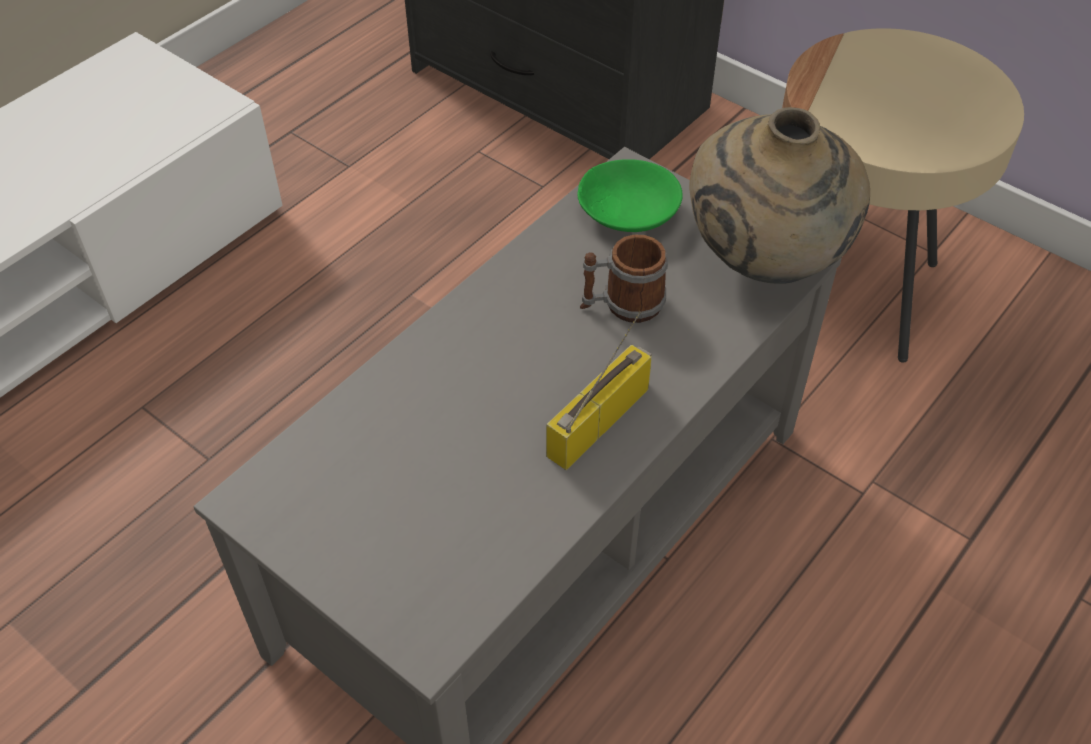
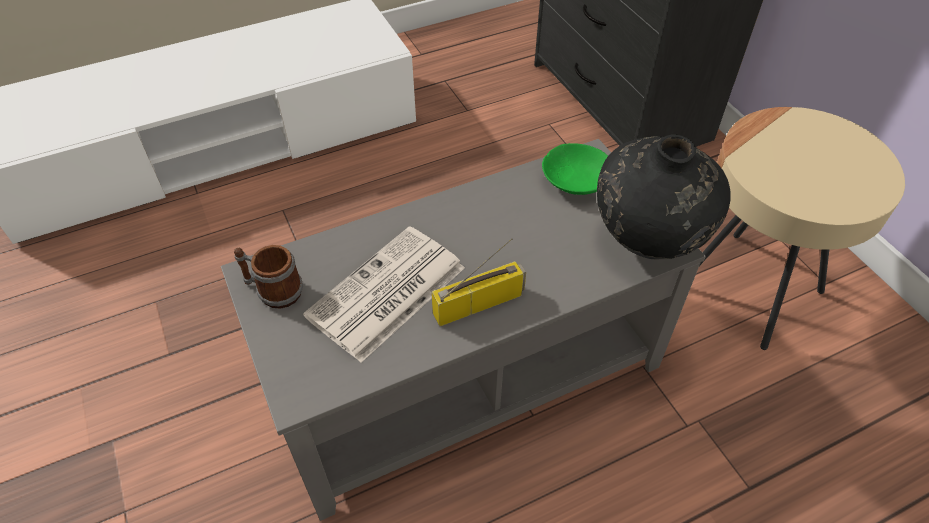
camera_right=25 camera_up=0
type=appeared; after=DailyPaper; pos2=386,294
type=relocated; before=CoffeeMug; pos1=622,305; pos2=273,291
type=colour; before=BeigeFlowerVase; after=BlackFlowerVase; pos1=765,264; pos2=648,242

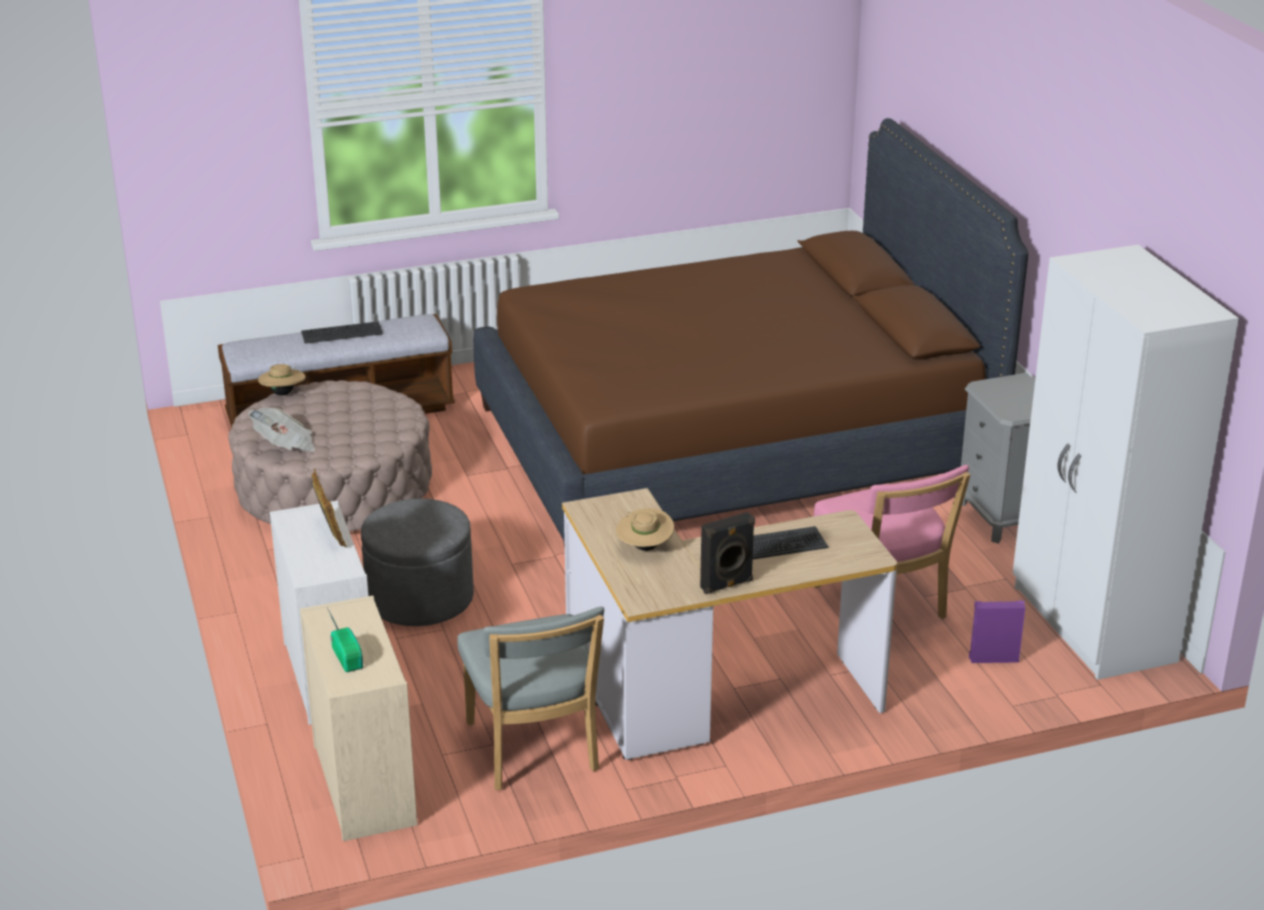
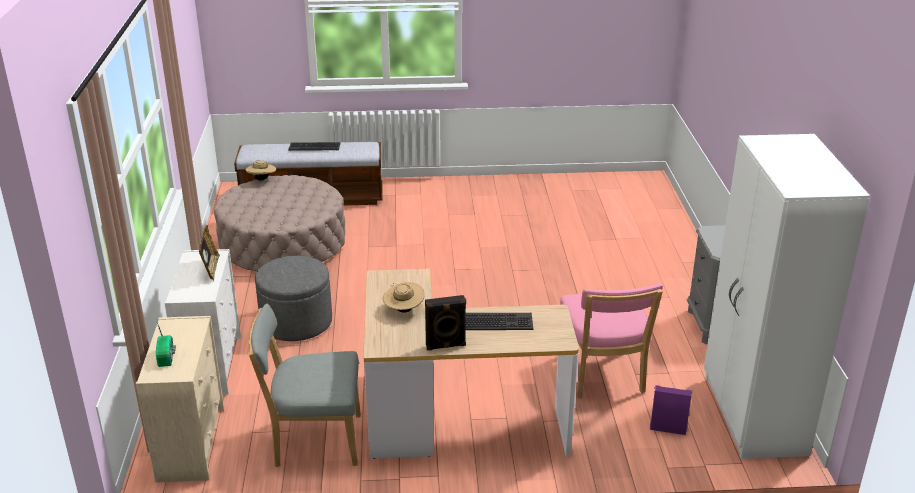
camera_right=15 camera_up=0
type=missing; before=DailyPaper; pos1=285,445
type=missing; before=BrownColouredBedroomBed; pos1=733,444
type=spun; before=GrayPlainChair; pos1=534,751; pos2=313,441; turn=90

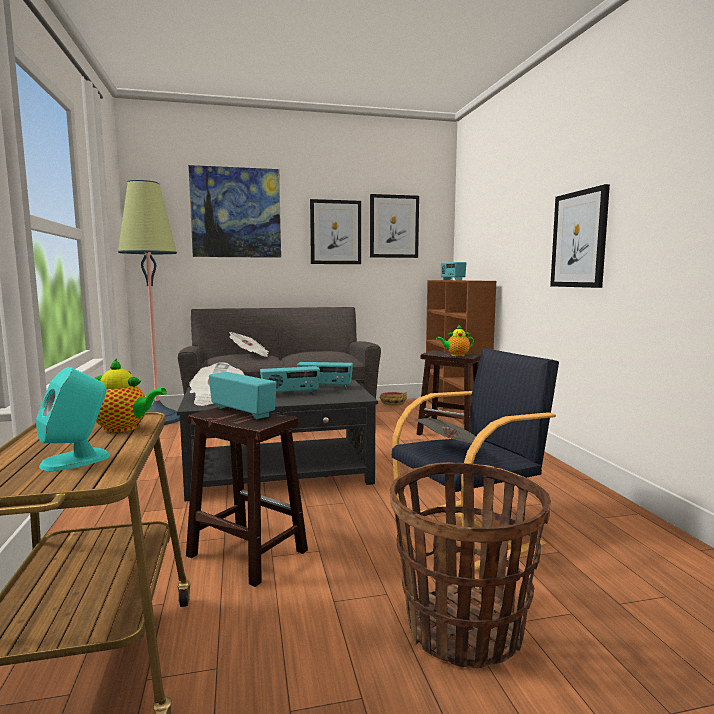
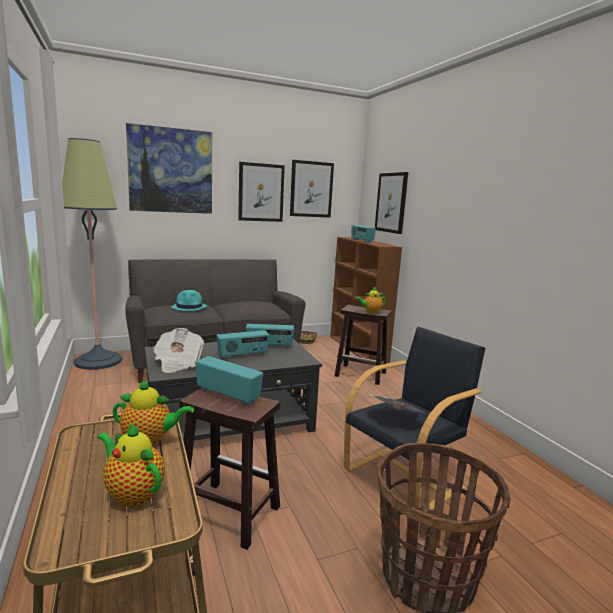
camera_right=-10 camera_up=5
type=relocated; before=Picture; pos1=579,239; pos2=391,202
type=exchanged; before=TurquoiseAudioSpeaker; after=Teapot; pos1=76,460; pos2=133,493
type=exchanged; before=DailyPaper; after=TurquoiseWearableHat; pos1=250,355; pos2=189,307

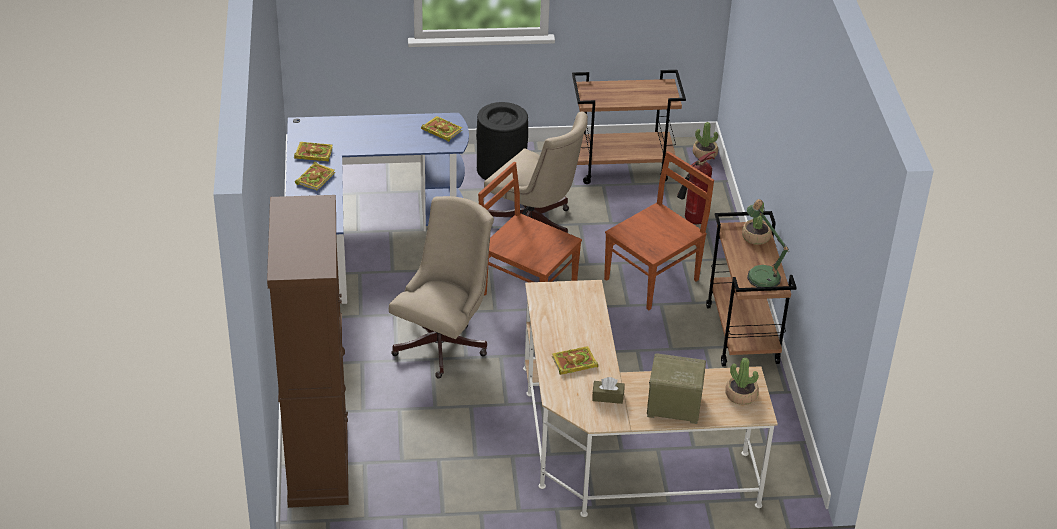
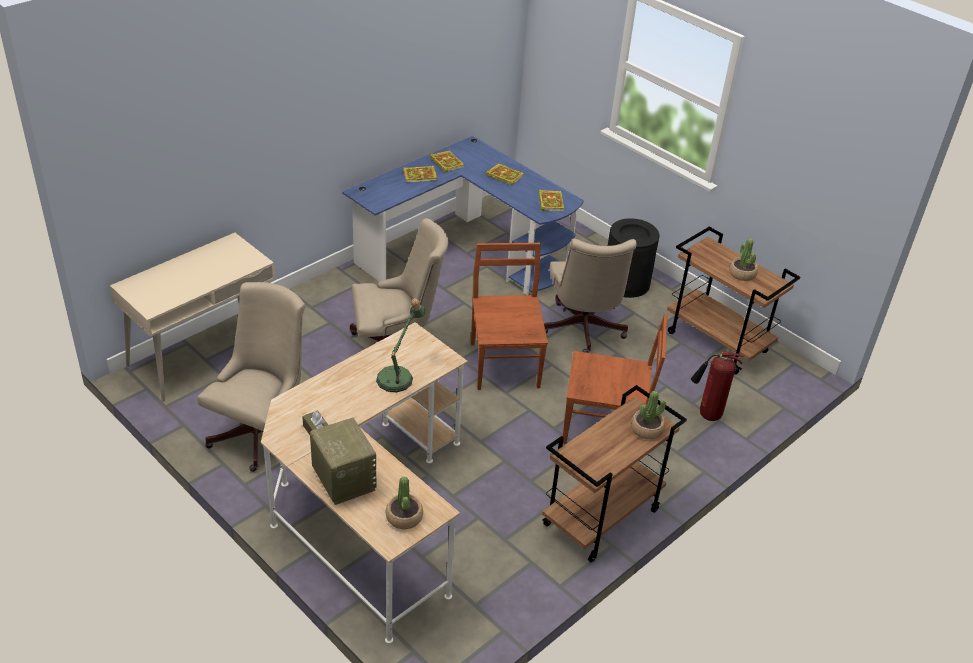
camera_right=50 camera_up=0
type=appeared; after=BeigeDeskChair; pos2=262,431
type=relocated; before=BoundBook; pos1=573,363; pos2=503,176
type=relocated; before=Houseplant; pos1=704,154; pos2=742,274
type=relocated; before=TabletopLamp; pos1=761,274; pos2=398,376
type=exchanged; before=BrownColouredStorageCabinet; after=BeigeDeskUnit; pos1=318,461; pos2=204,354

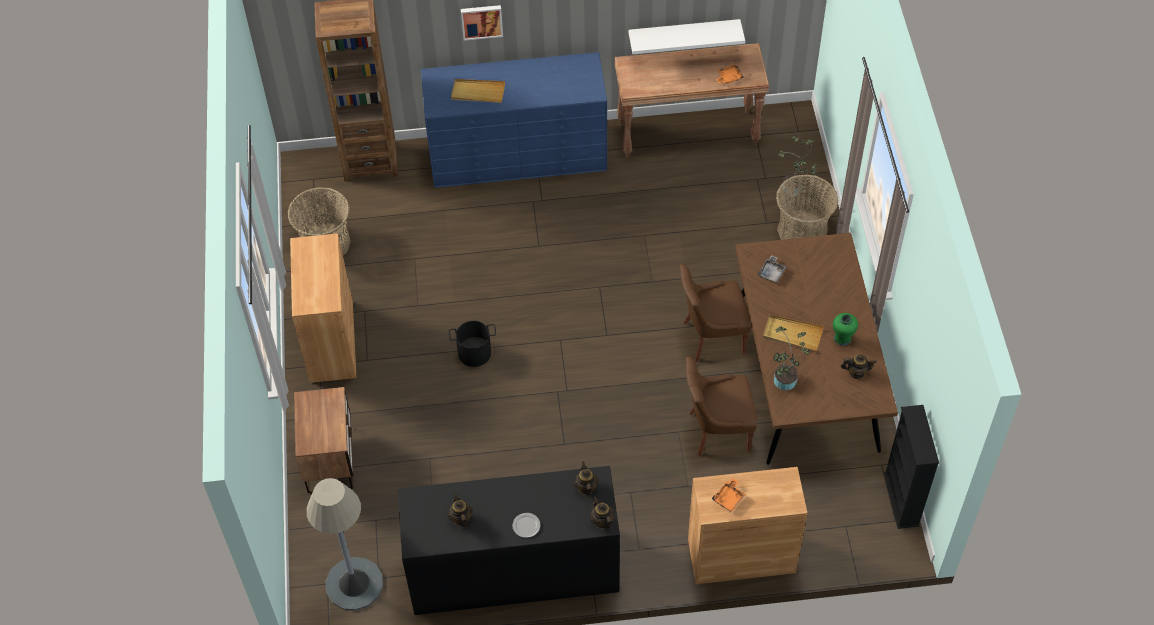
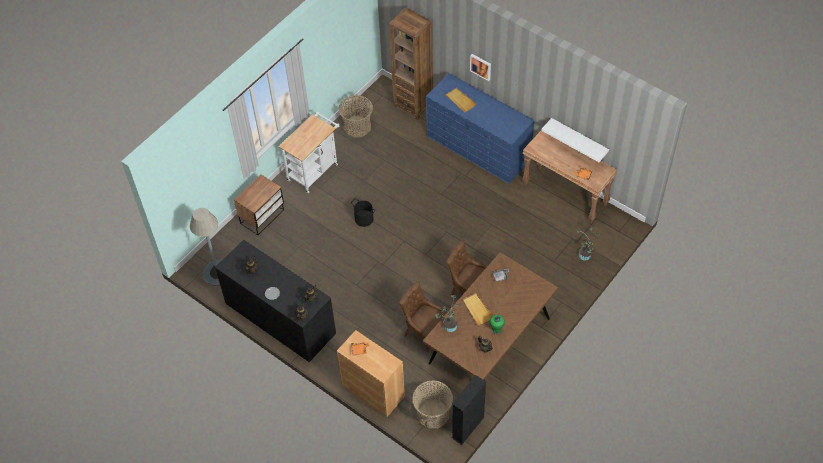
camera_right=45 camera_up=0
type=relocated; before=HouseholdBasket; pos1=802,230; pos2=433,414
type=exchanged; before=BrownColouredStorageCabinet; after=WhitishWheeledCart; pos1=331,342; pos2=314,170

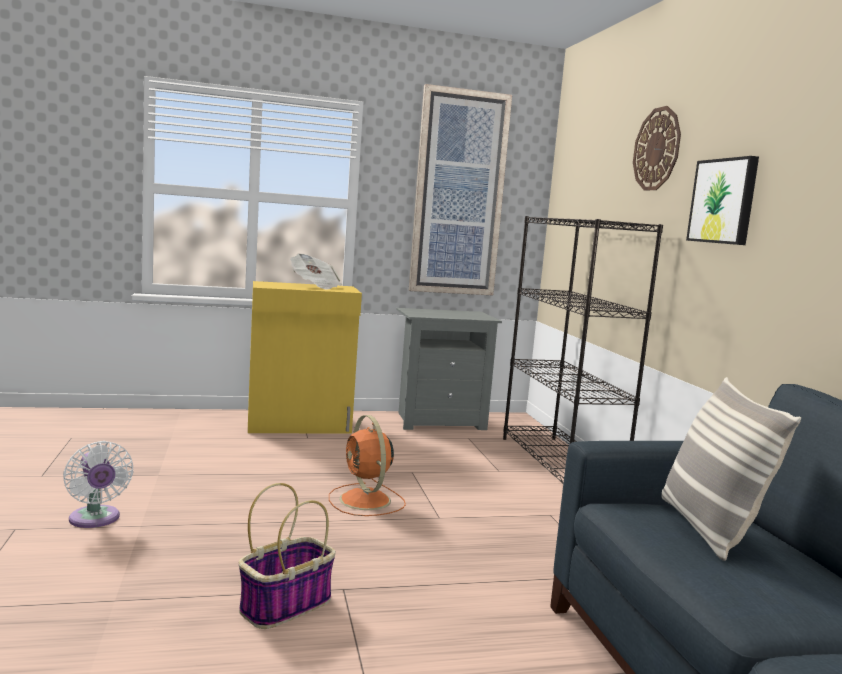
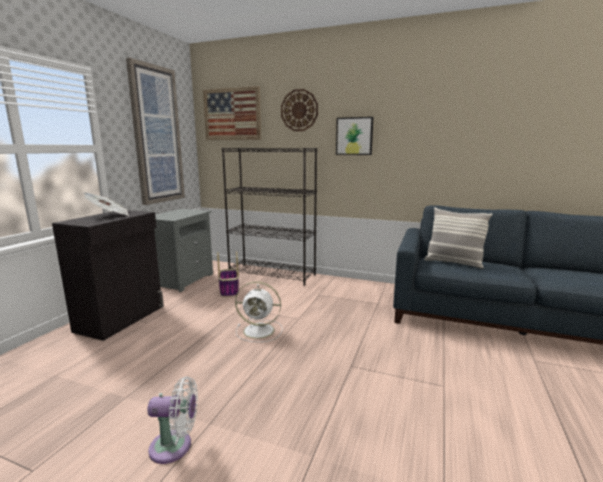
camera_right=-55 camera_up=5
type=appeared; after=Picture; pos2=232,114
type=relocated; before=HouseholdBasket; pos1=286,605; pos2=229,290
type=colour; before=YellowColouredStorageCabinet; after=BlackStorageCabinet; pos1=300,425; pos2=122,318
type=colour; before=OrangeFan; after=WhitishFan; pos1=366,501; pos2=260,331

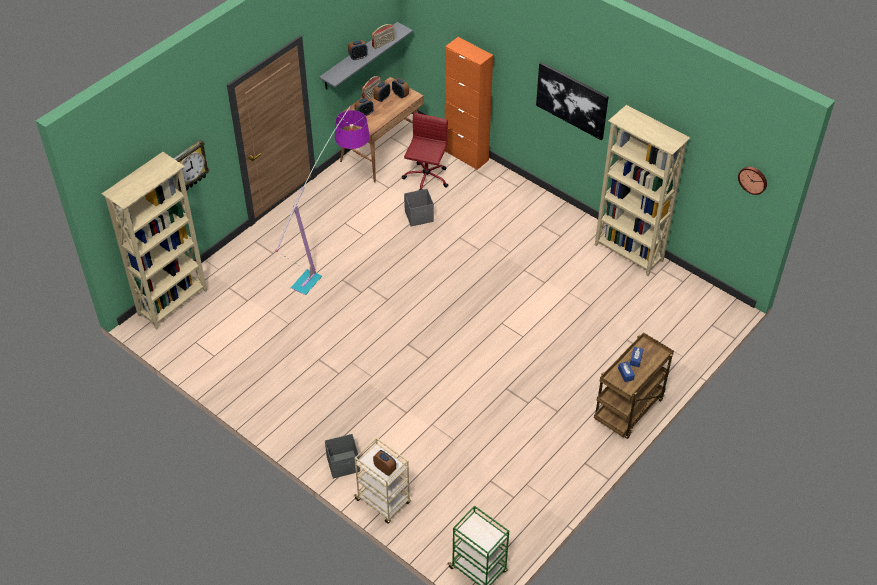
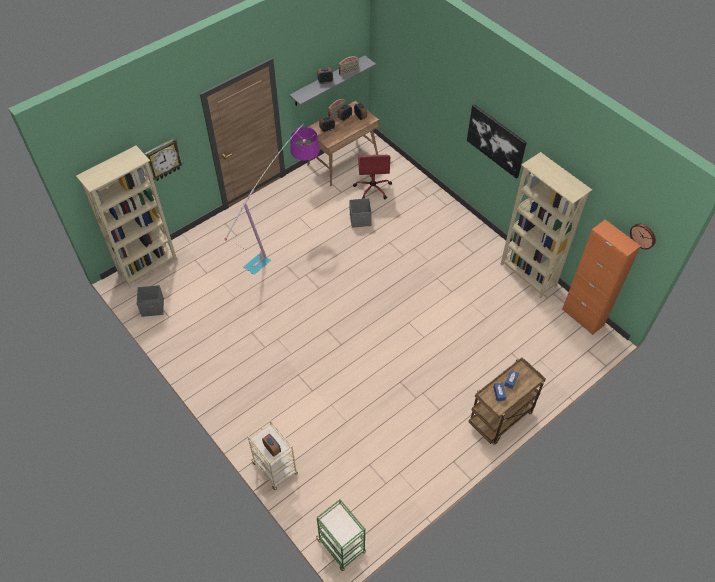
camera_right=10 camera_up=5
type=relocated; before=GrayStorageBox; pos1=344,464; pos2=153,307
type=relocated; before=OrangeStorageCabinet; pos1=466,155; pos2=582,317
type=spun; before=RedColouredDeskChair; pos1=426,178; pos2=373,188; turn=150

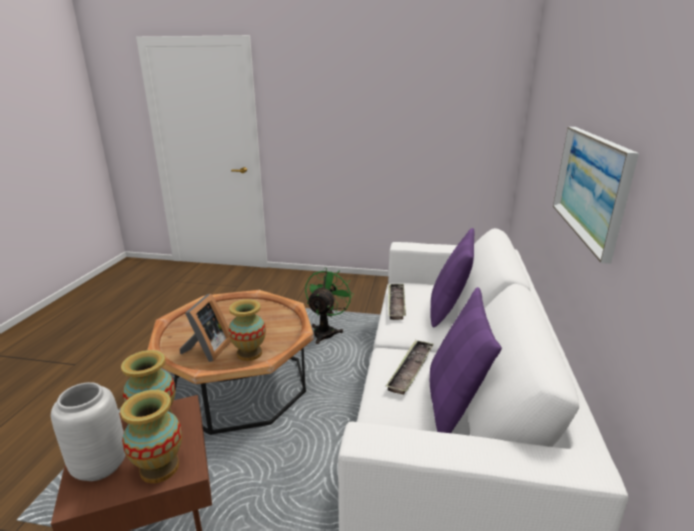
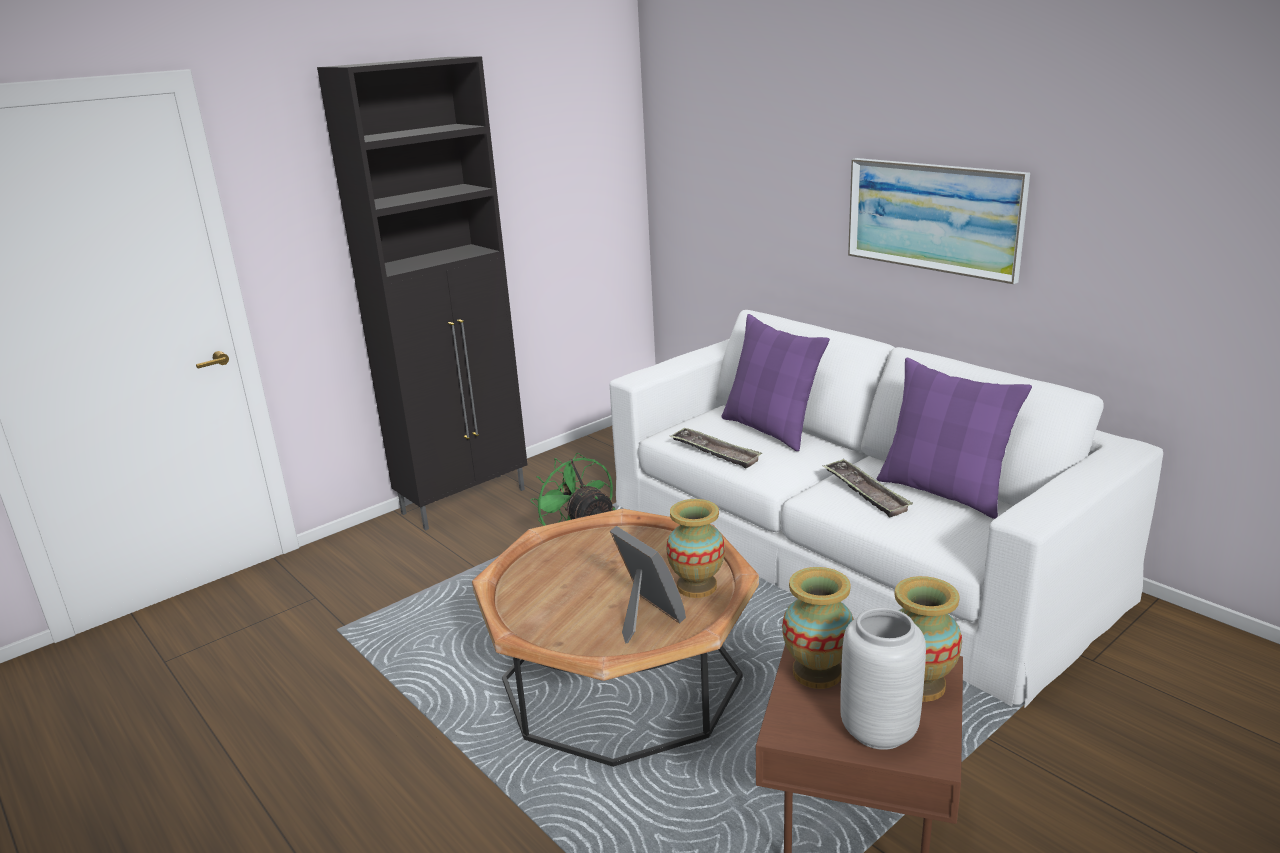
camera_right=-50 camera_up=0
type=appeared; after=BlackStorageCabinet; pos2=466,501

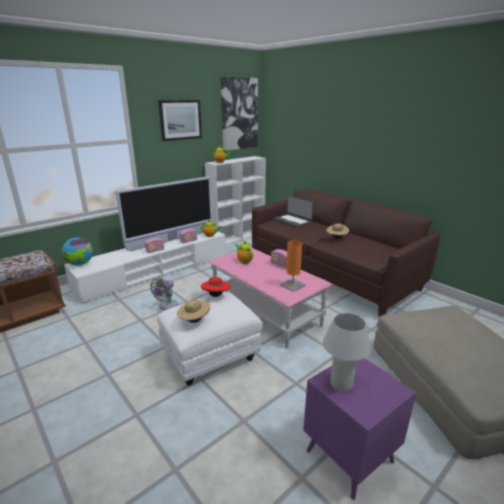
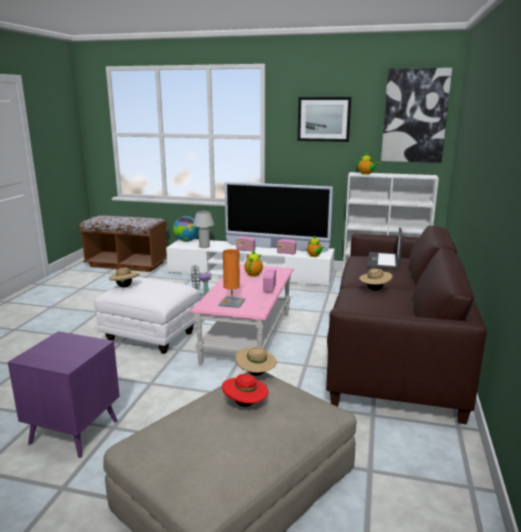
camera_right=55 camera_up=-5
type=appeared; after=BeigeWearableHat; pos2=256,374
type=relocated; before=RedColouredWearableHat; pos1=216,295; pos2=245,404
type=relocated; before=WhitishTabletopLamp; pos1=341,384; pos2=204,246

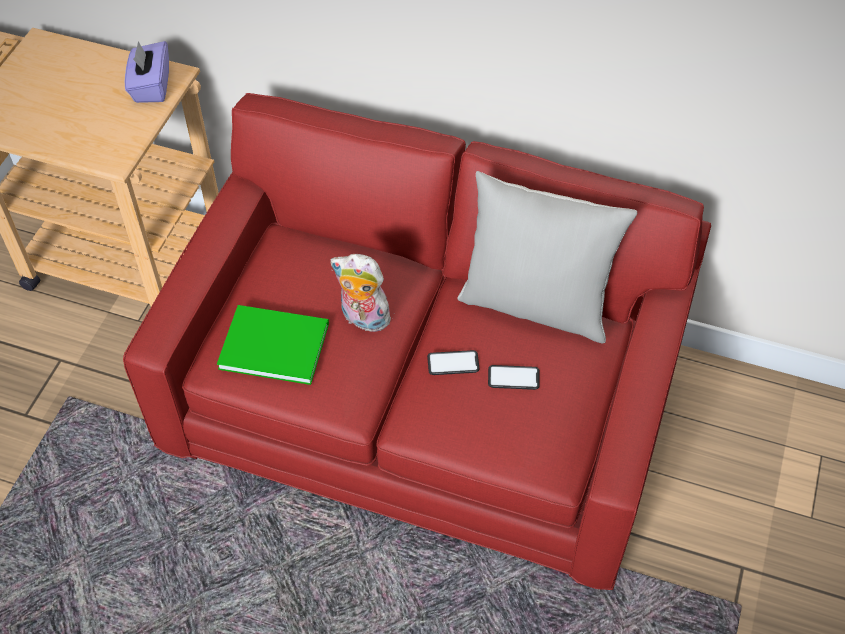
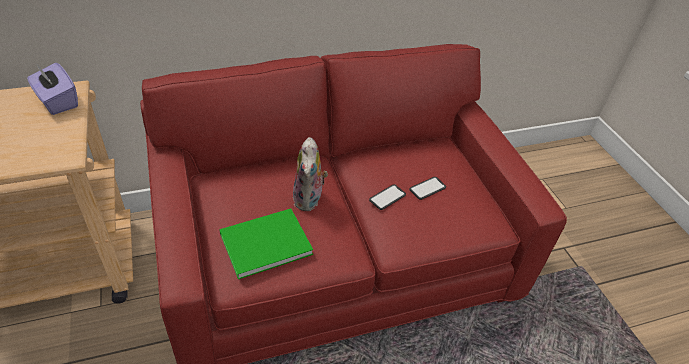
camera_right=-40 camera_up=-10
type=missing; before=GrayPillow; pos1=536,305
type=spun; before=SoftToy; pos1=362,319; pos2=309,200; turn=-75

